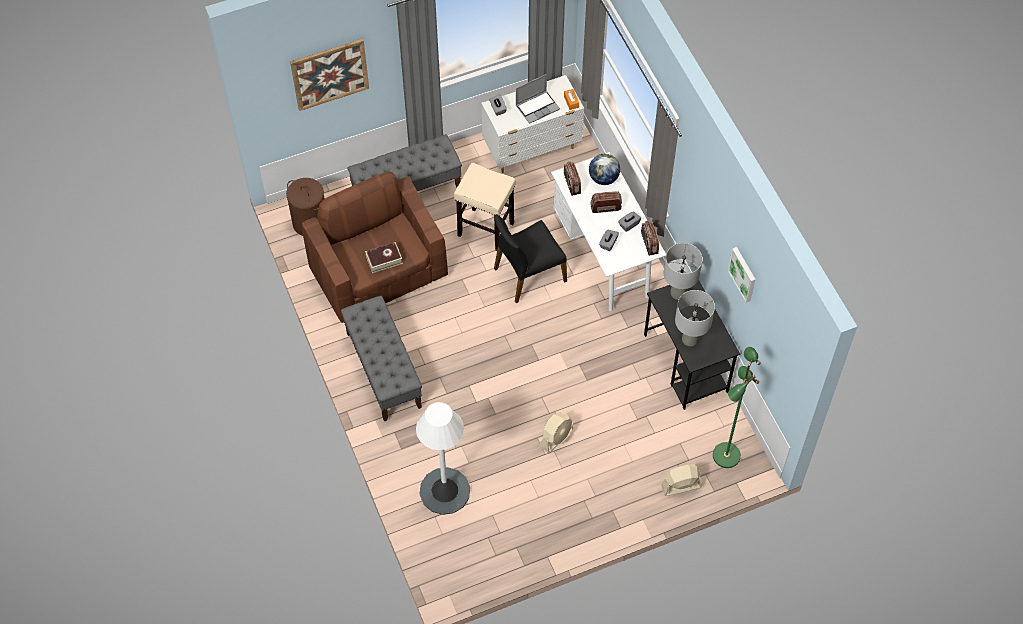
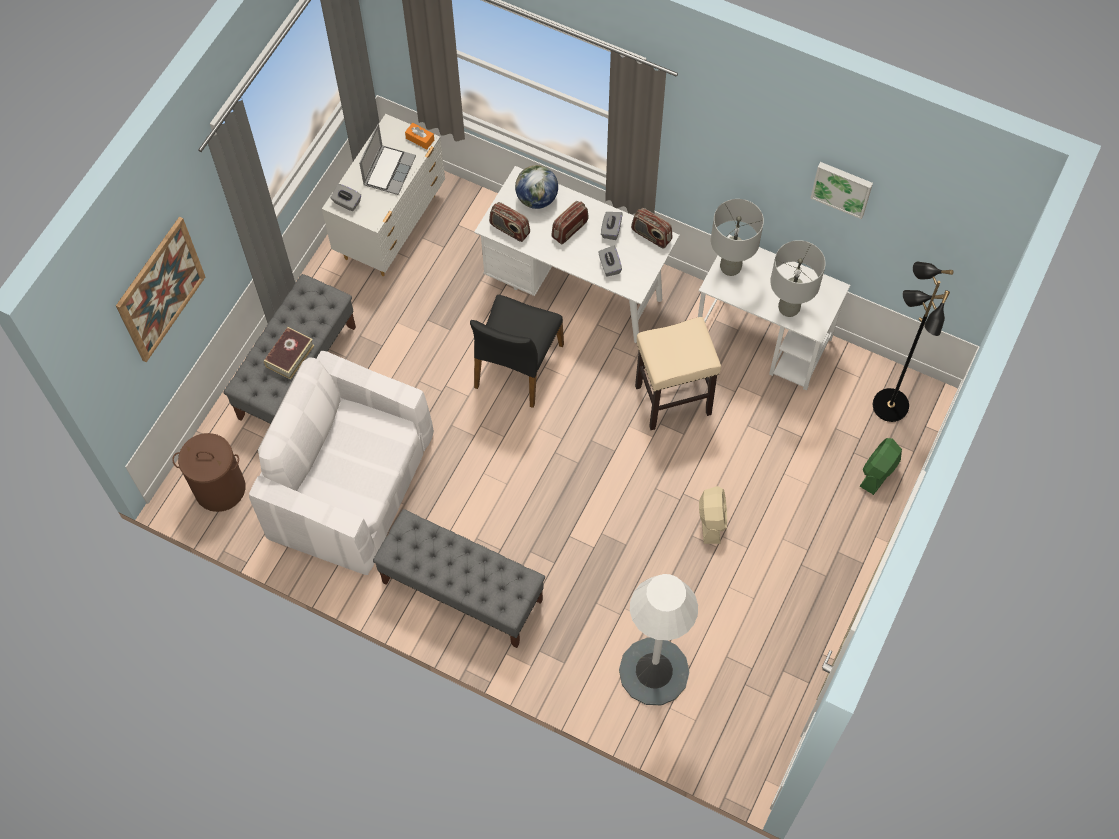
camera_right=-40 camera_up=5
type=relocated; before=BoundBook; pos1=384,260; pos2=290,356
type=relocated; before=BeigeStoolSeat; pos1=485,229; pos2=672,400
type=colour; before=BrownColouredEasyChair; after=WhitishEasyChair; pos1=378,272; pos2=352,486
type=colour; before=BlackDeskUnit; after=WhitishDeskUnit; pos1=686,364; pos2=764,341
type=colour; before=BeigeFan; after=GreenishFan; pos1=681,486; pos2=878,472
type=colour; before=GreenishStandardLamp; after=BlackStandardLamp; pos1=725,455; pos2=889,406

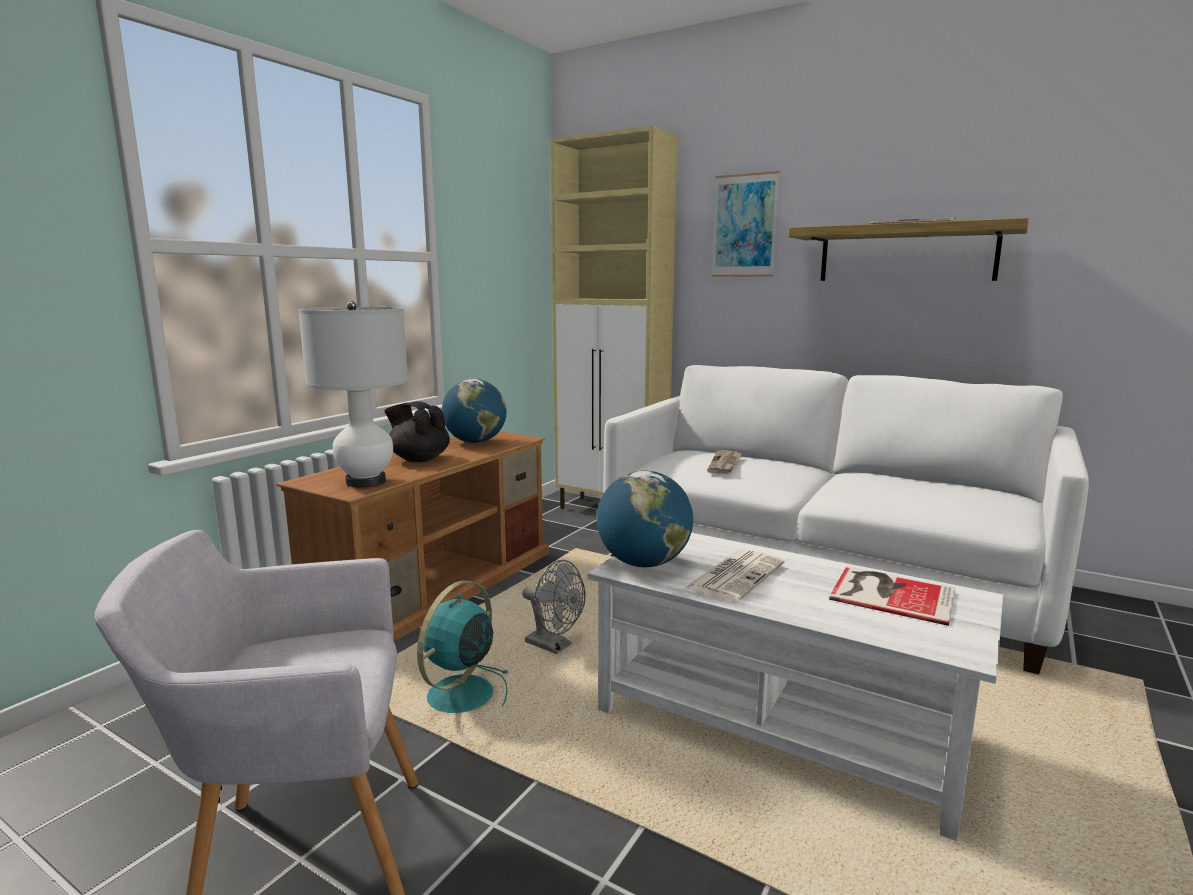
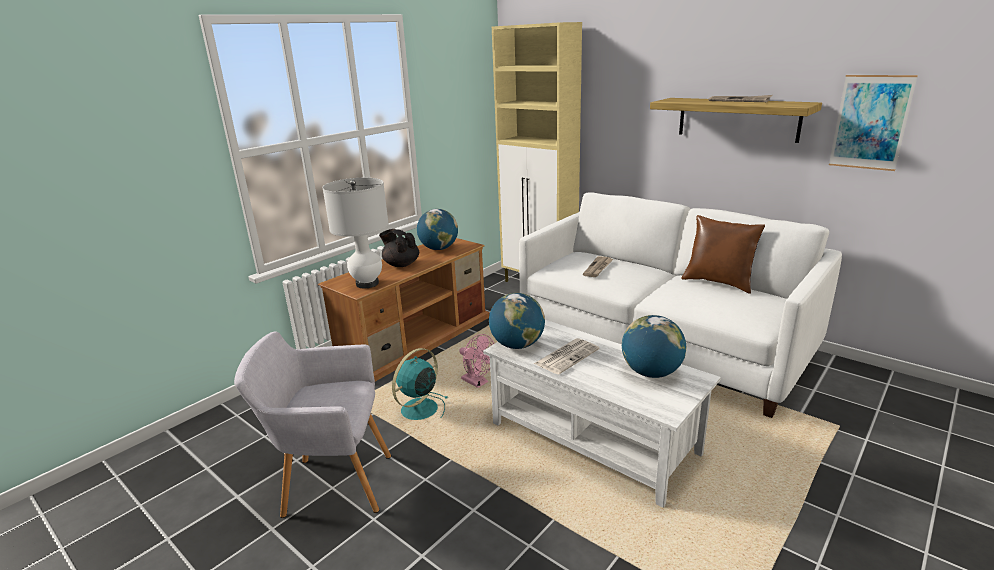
camera_right=10 camera_up=10
type=appeared; after=BrownColouredPillow; pos2=719,282
type=relocated; before=Picture; pos1=744,226; pos2=870,122
type=exchanged; before=BoundBook; after=Globe; pos1=889,593; pos2=651,373
type=colour; before=GrayFan; after=PinkishFan; pos1=554,646; pos2=478,382

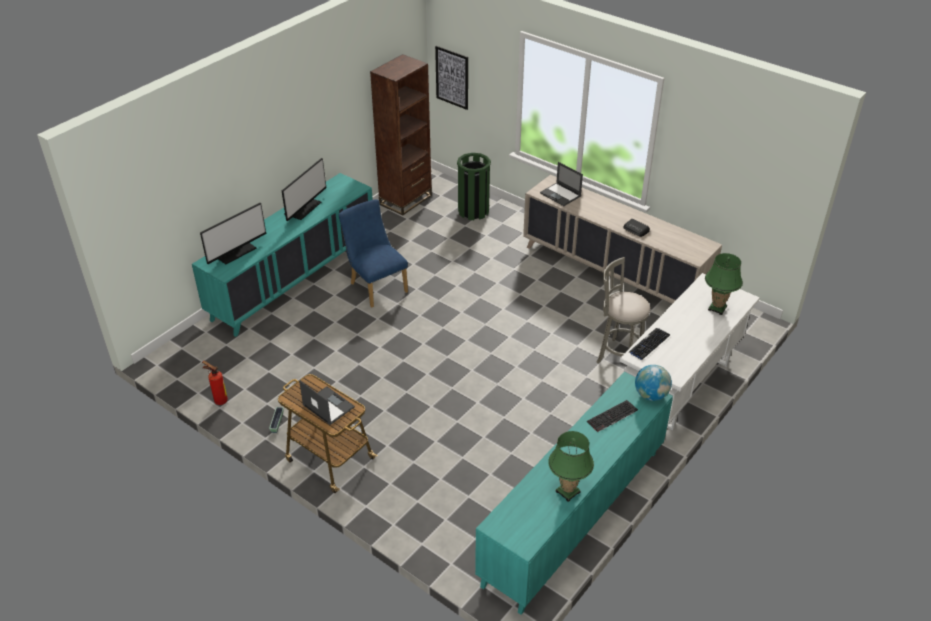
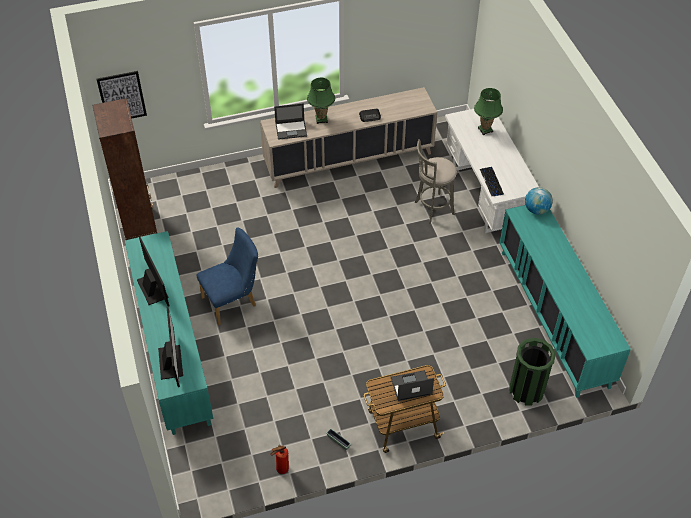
camera_right=-55 camera_up=10
type=missing; before=Keyboard; pos1=612,416
type=relocated; before=GreenishWasteBin; pos1=473,211; pos2=526,390
type=relocated; before=GreenishTabletopLamp; pos1=567,491; pos2=321,119
type=spun; before=BluePlainChair; pos1=376,286; pos2=233,301; turn=150

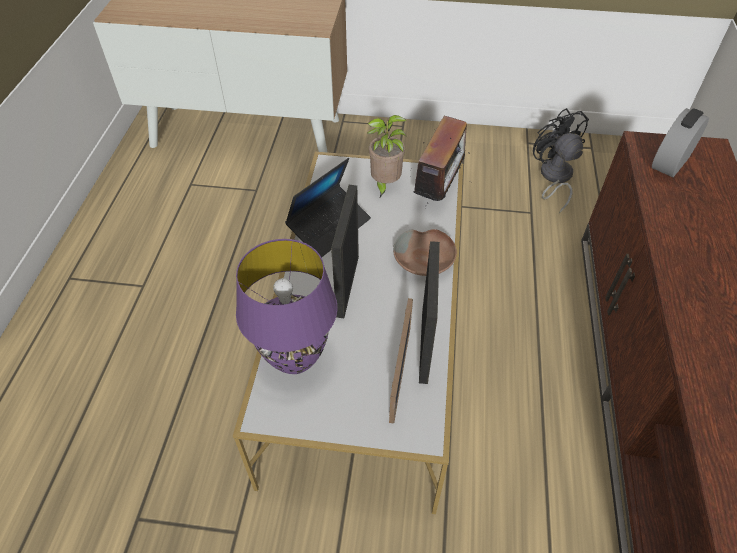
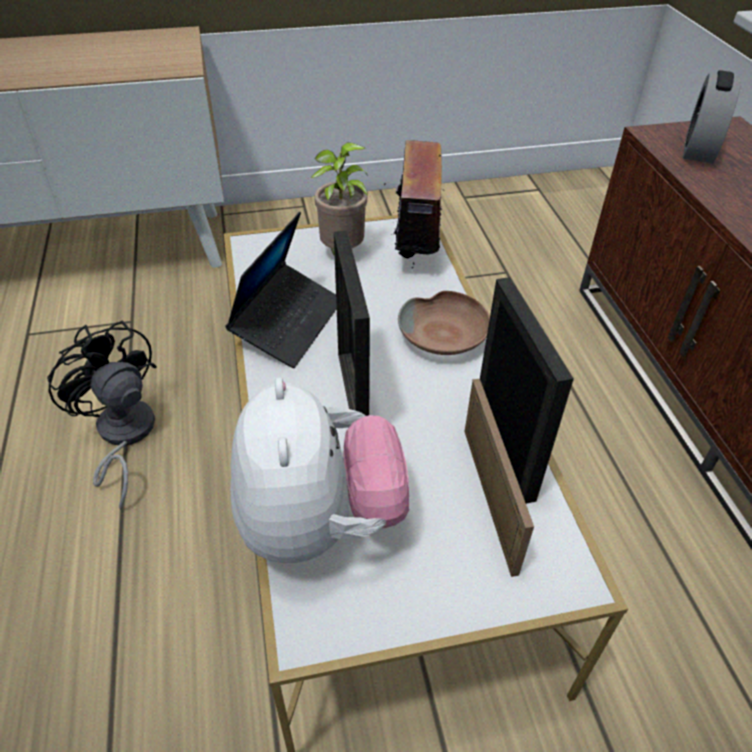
camera_right=-20 camera_up=-5
type=relocated; before=BlackFan; pos1=554,178; pos2=122,436
type=exchanged; before=PurpleTabletopLamp; after=SoftToy; pos1=294,358; pos2=319,521

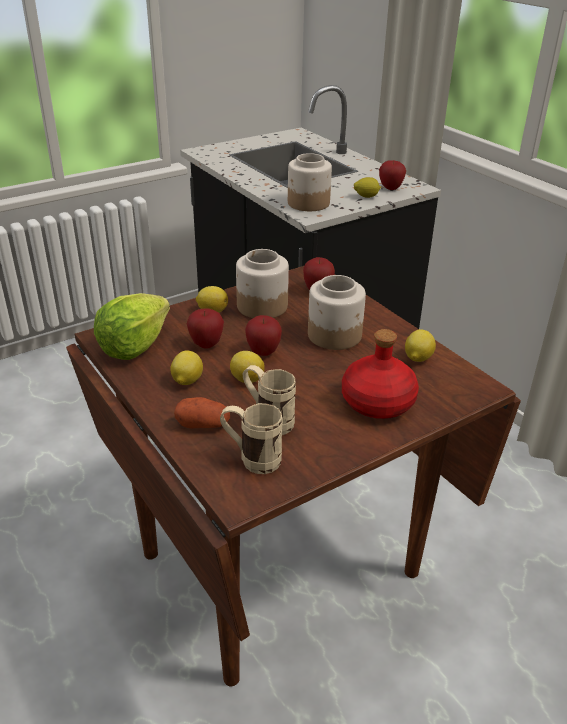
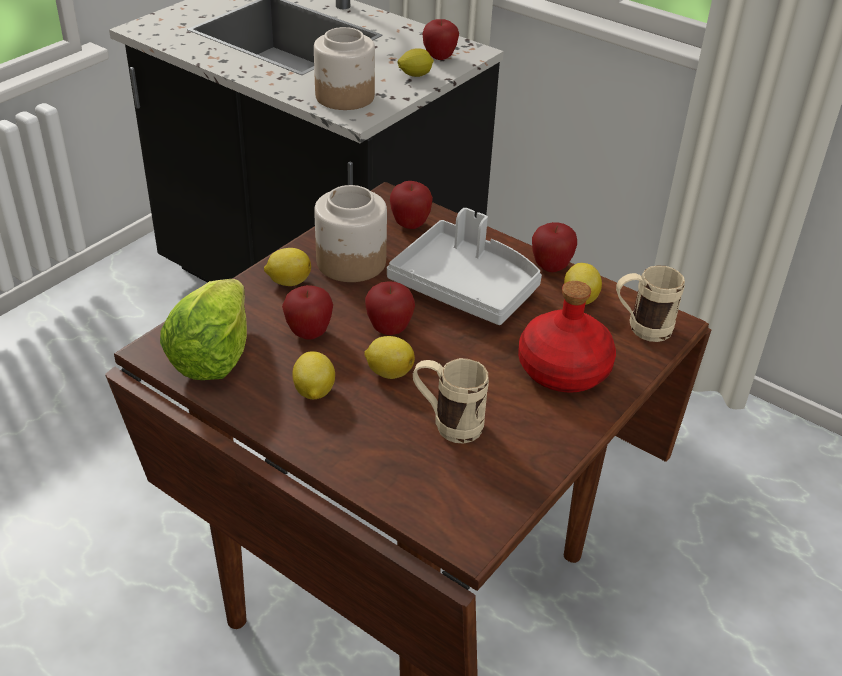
camera_right=-20 camera_up=5
type=missing; before=Spud; pos1=203,424
type=appeared; after=Apple; pos2=551,267
type=relocated; before=BeigeCoffeeMug; pos1=252,459; pos2=640,329
type=exchanged; before=StorageJar; after=GrayTray; pos1=335,335; pos2=466,287

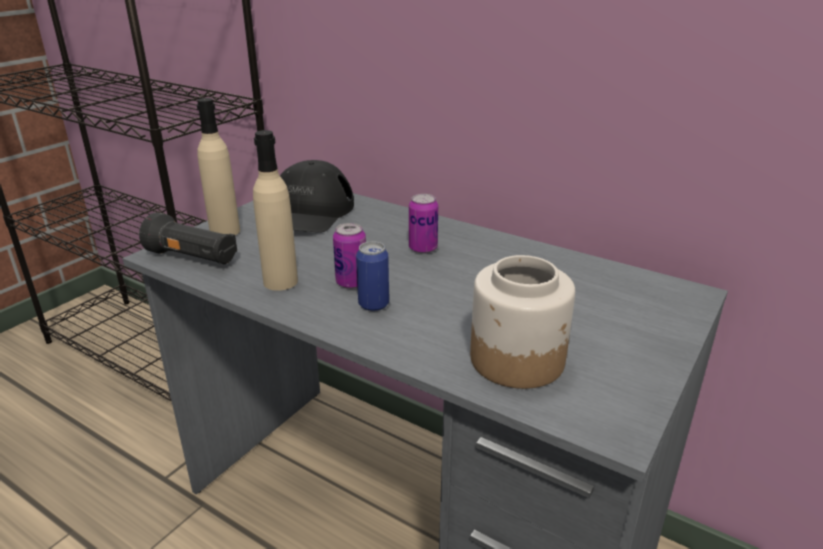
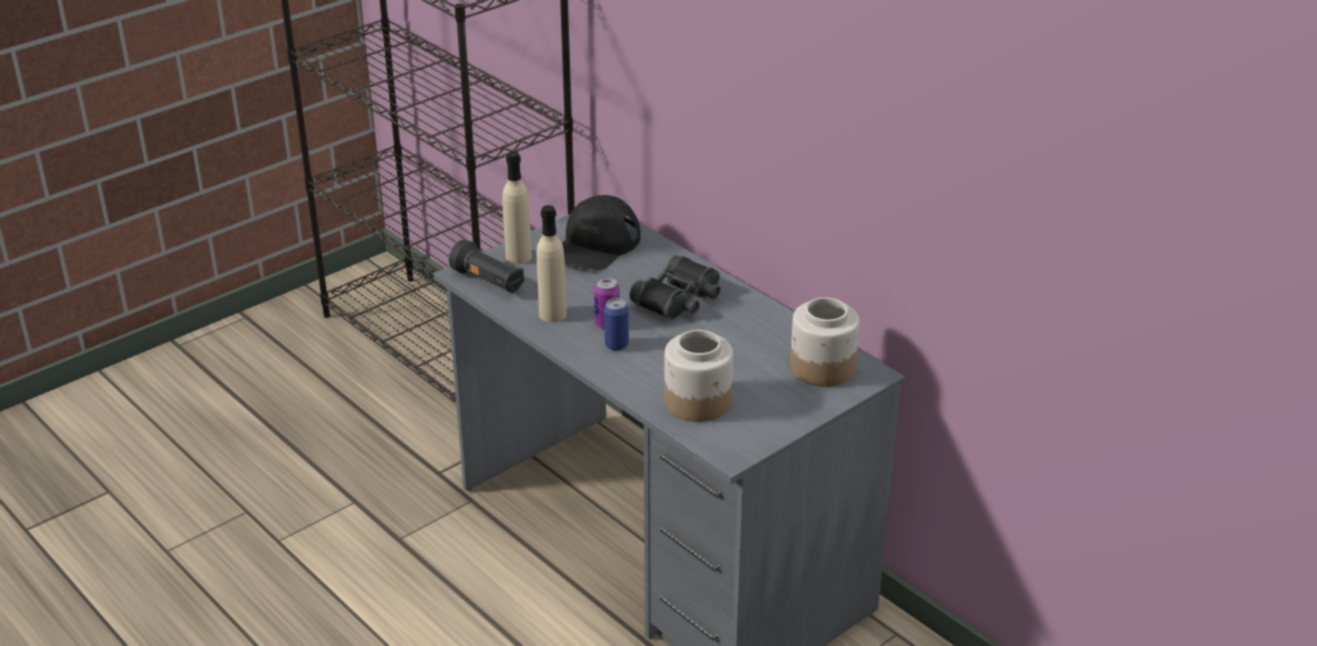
camera_right=15 camera_up=5
type=appeared; after=StorageJar; pos2=822,368
type=exchanged; before=MetalCan; after=BlackBinoculars; pos1=423,248; pos2=679,299

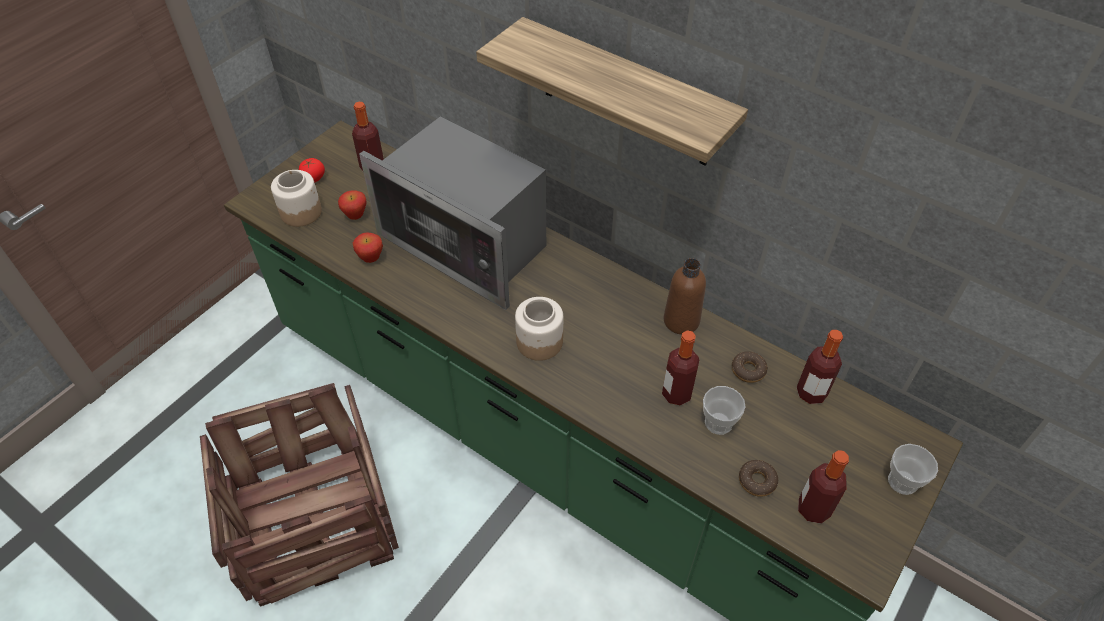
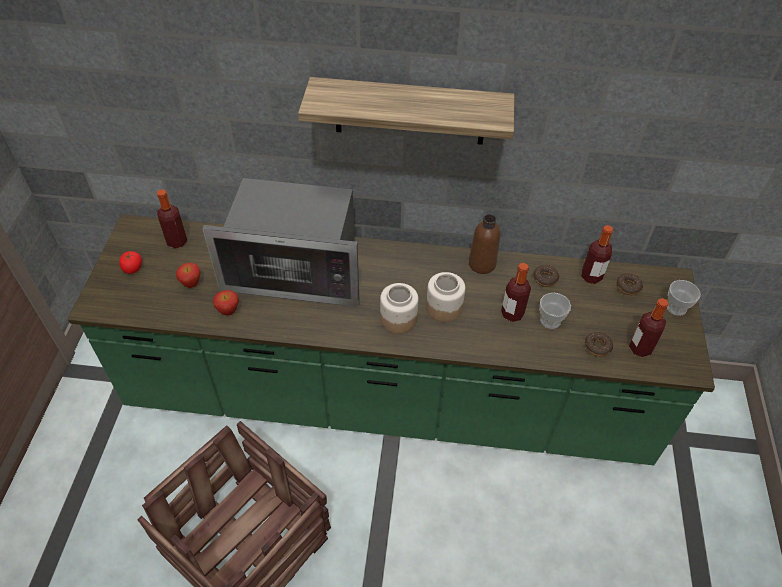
camera_right=-30 camera_up=0
type=appeared; after=Doughnut; pos2=628,287
type=relocated; before=StorageJar; pos1=301,212; pos2=443,307

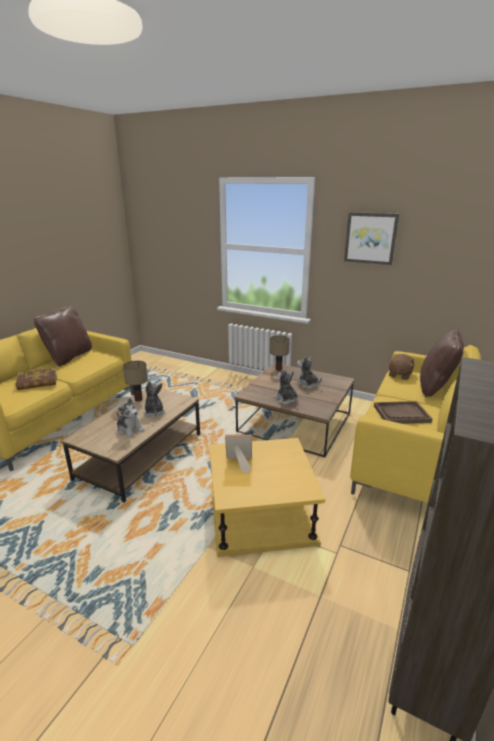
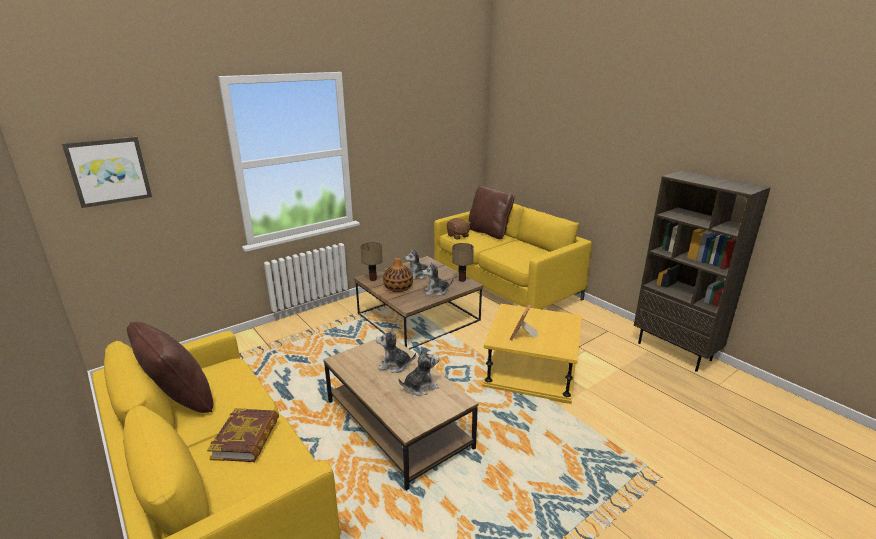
camera_right=-65 camera_up=0
type=missing; before=BrownColouredTray; pos1=401,414
type=appeared; after=FlowerVase; pos2=398,288
type=relocated; before=TabletopLamp; pos1=138,399; pos2=461,280
type=relocated; before=Picture; pos1=370,238; pos2=109,171

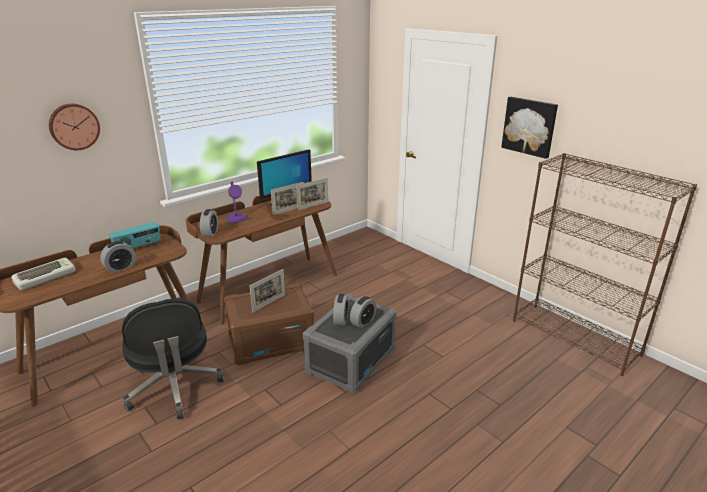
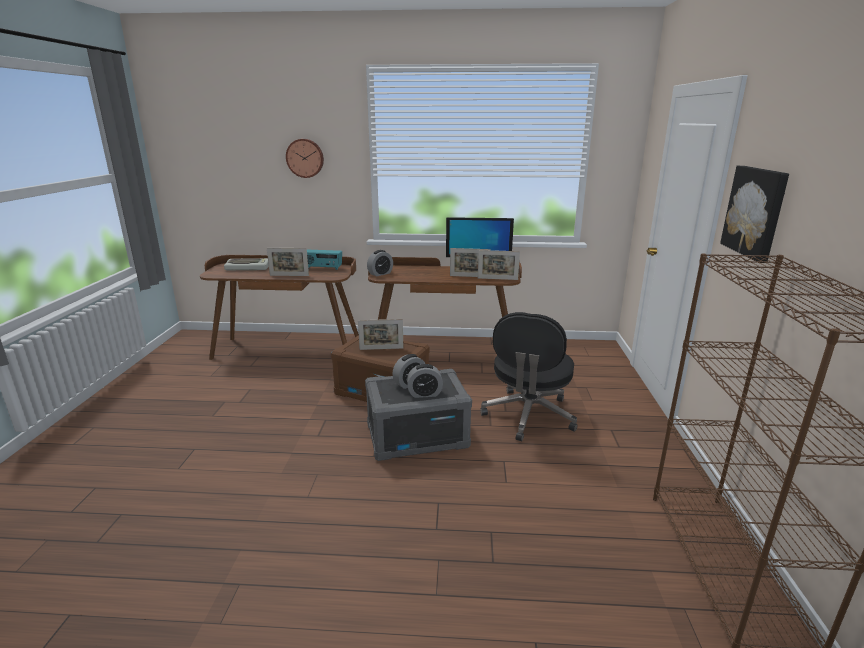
camera_right=45 camera_up=-5
type=missing; before=PurpleTabletopLamp; pos1=237,223
type=relocated; before=BlackDeskChair; pos1=174,387; pos2=528,416
type=exchanged; before=BedsideClock; after=PictureFrame; pos1=120,268; pos2=289,275

